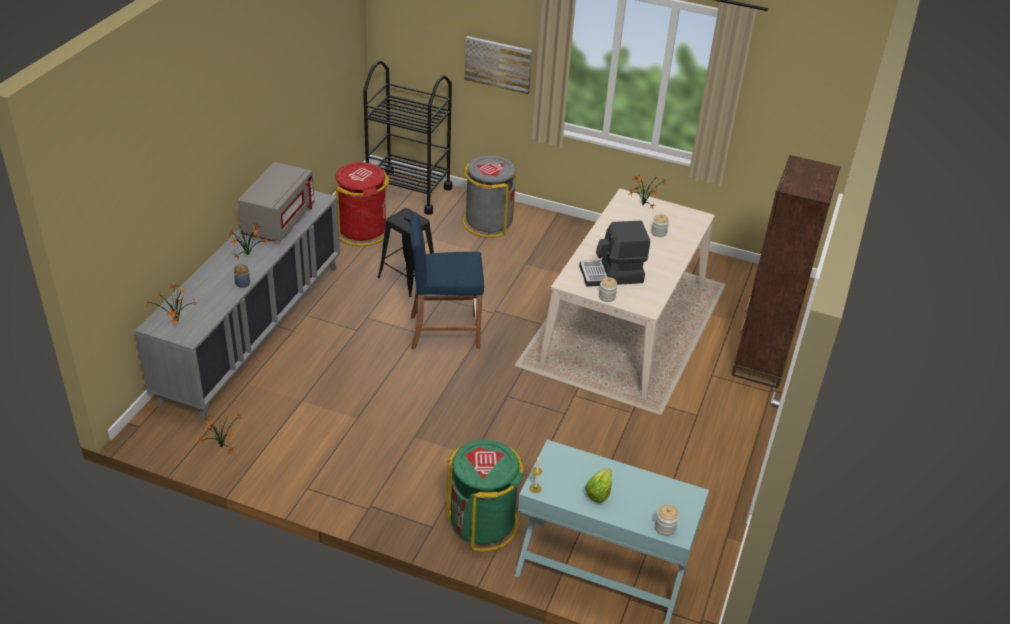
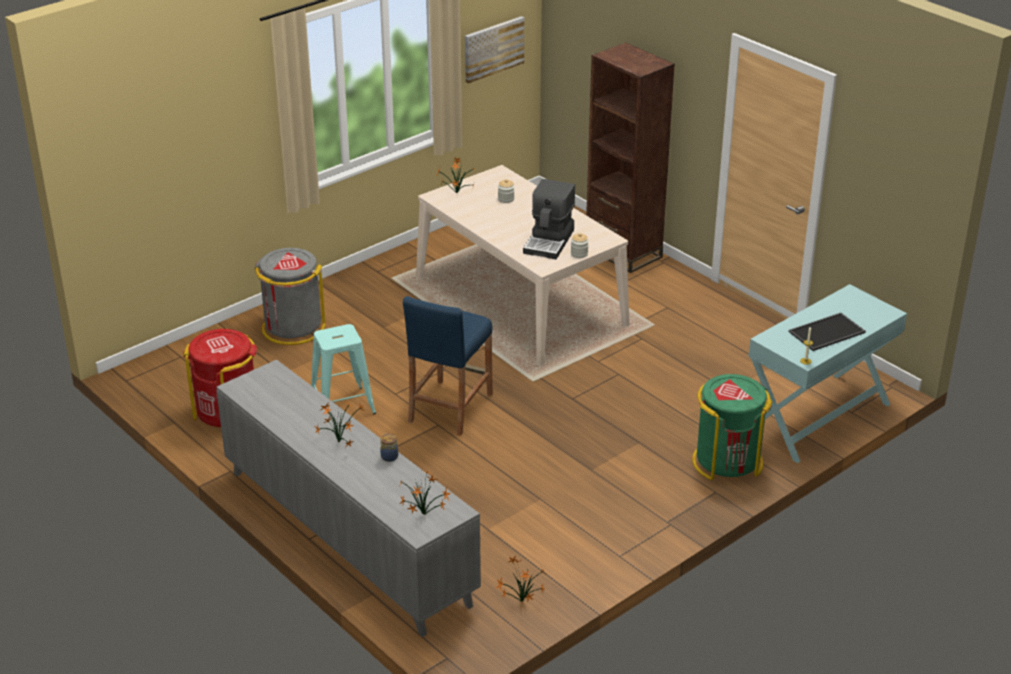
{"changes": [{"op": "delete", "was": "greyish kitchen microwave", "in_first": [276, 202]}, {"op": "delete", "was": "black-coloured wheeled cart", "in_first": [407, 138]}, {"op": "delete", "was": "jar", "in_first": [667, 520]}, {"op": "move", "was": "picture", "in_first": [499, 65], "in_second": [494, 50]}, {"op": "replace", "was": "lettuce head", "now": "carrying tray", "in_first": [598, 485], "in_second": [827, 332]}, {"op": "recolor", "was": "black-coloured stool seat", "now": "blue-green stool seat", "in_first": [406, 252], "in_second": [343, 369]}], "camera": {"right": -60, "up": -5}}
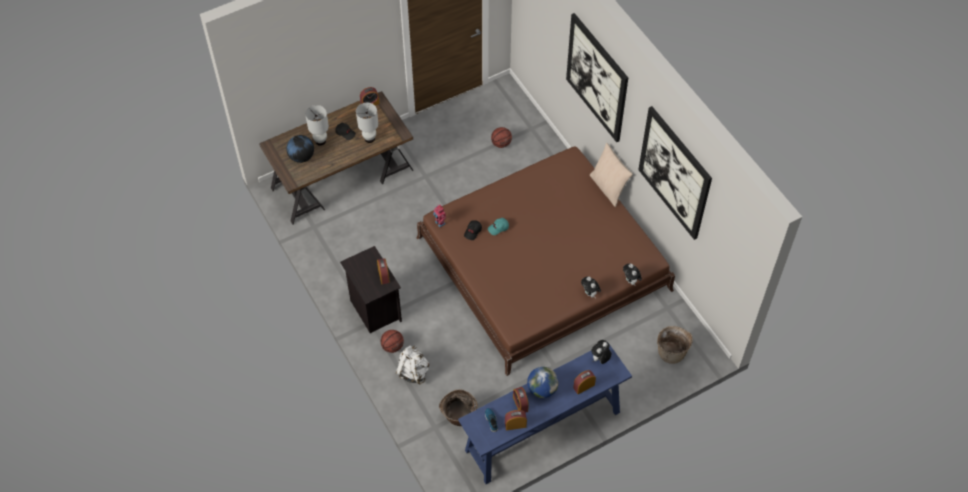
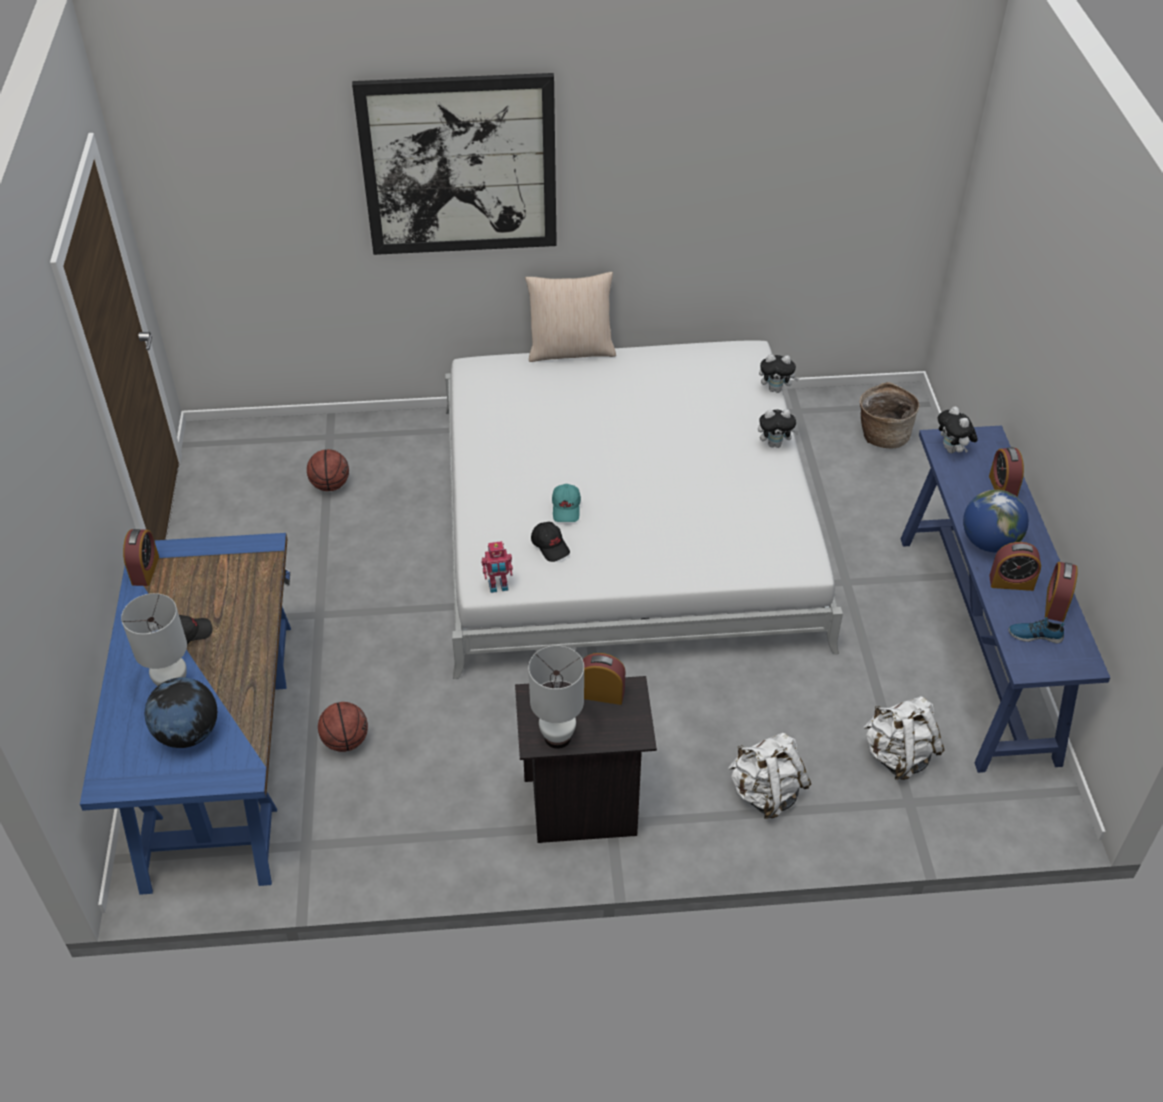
{"changes": [{"op": "delete", "was": "picture", "in_first": [675, 173]}, {"op": "move", "was": "white lamp for a table", "in_first": [367, 123], "in_second": [556, 697]}, {"op": "move", "was": "ball for basketball", "in_first": [392, 341], "in_second": [343, 727]}, {"op": "replace", "was": "basket", "now": "white backpack", "in_first": [458, 408], "in_second": [904, 738]}, {"op": "recolor", "was": "brown-coloured desk", "now": "blue desk", "in_first": [336, 158], "in_second": [185, 714]}, {"op": "recolor", "was": "brown-coloured bedroom bed", "now": "white bedroom bed", "in_first": [546, 261], "in_second": [644, 510]}], "camera": {"right": -65, "up": -10}}
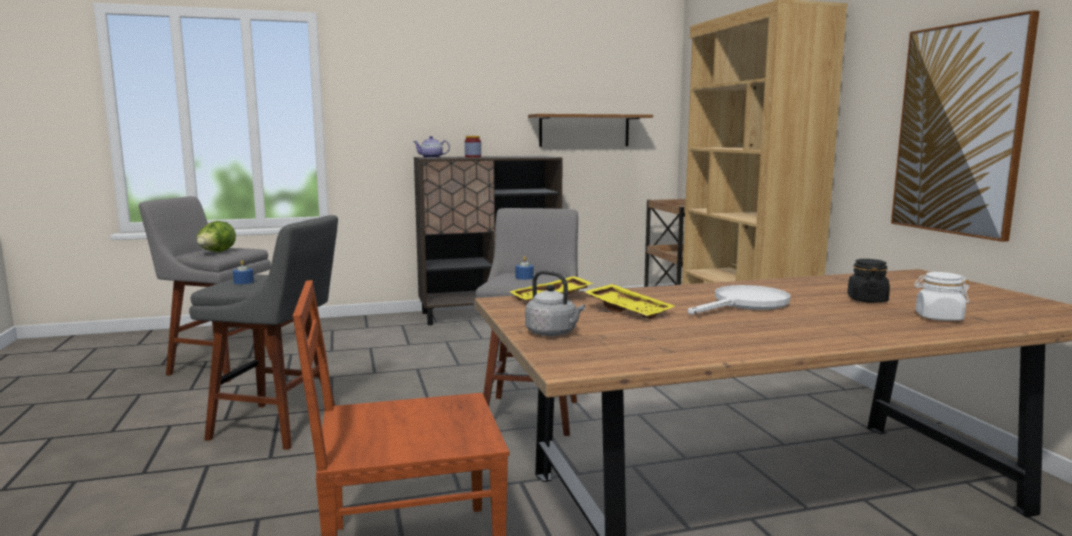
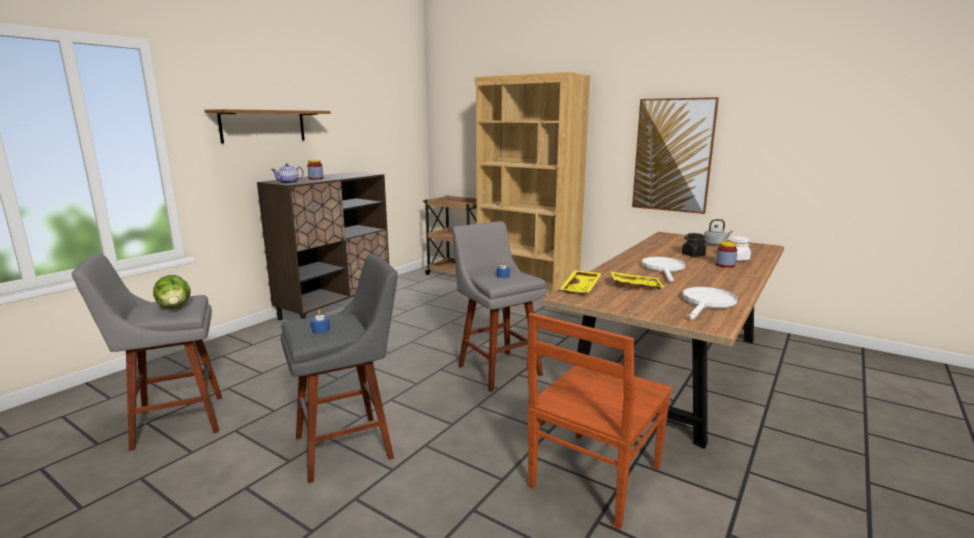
{"changes": [{"op": "insert", "now": "white pan", "in_second": [710, 303]}, {"op": "insert", "now": "jar", "in_second": [726, 255]}, {"op": "move", "was": "greyish water kettle", "in_first": [555, 303], "in_second": [718, 232]}, {"op": "move", "was": "shelf", "in_first": [590, 130], "in_second": [267, 126]}], "camera": {"right": -40, "up": 5}}
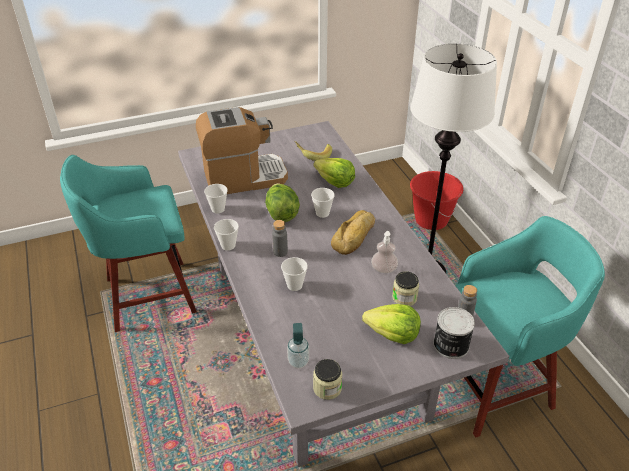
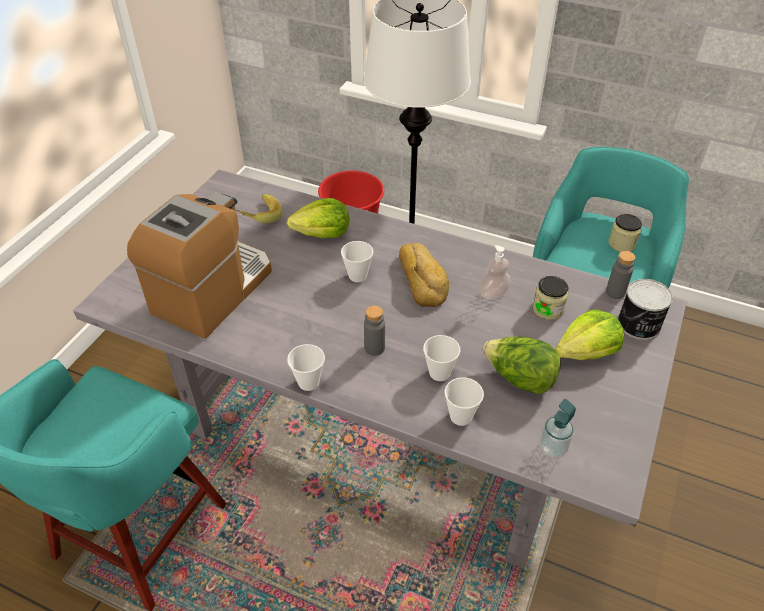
{"changes": [{"op": "move", "was": "small cup", "in_first": [216, 199], "in_second": [464, 401]}, {"op": "move", "was": "lettuce head", "in_first": [282, 202], "in_second": [522, 365]}, {"op": "move", "was": "jar", "in_first": [327, 379], "in_second": [625, 233]}], "camera": {"right": -45, "up": 5}}
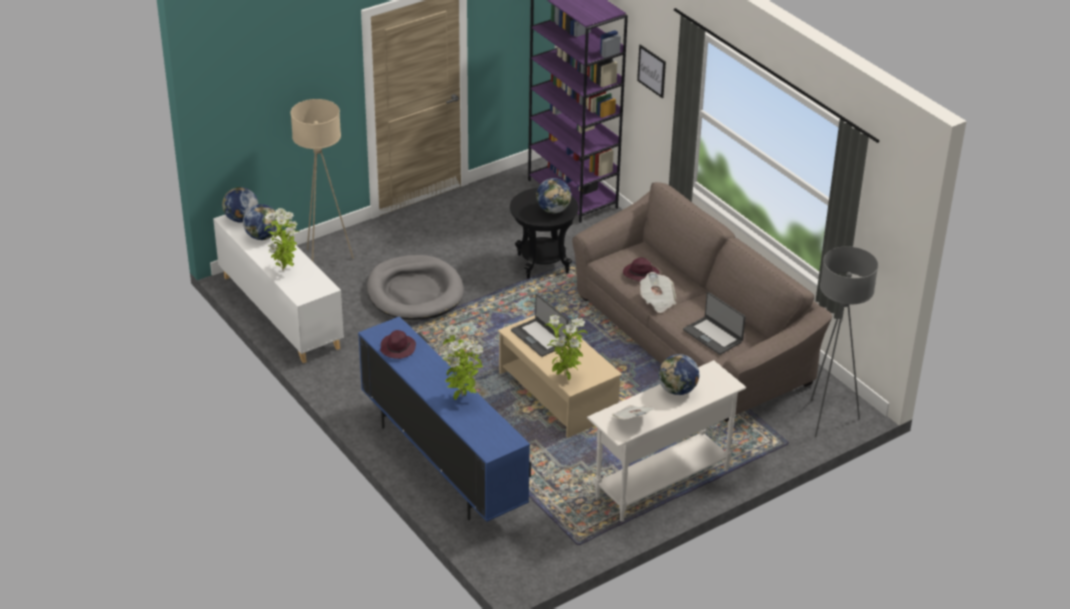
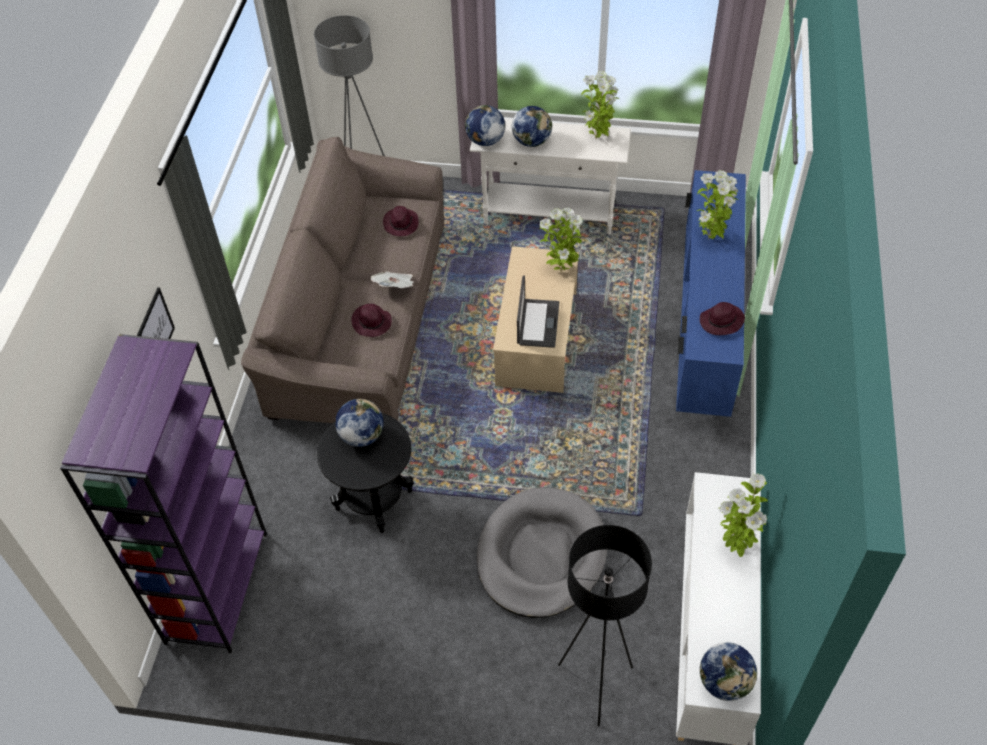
{"changes": [{"op": "move", "was": "globe", "in_first": [260, 222], "in_second": [485, 125]}, {"op": "replace", "was": "newspaper", "now": "potted plant", "in_first": [633, 412], "in_second": [600, 105]}, {"op": "replace", "was": "portable computer", "now": "purplish hat", "in_first": [714, 323], "in_second": [401, 221]}, {"op": "recolor", "was": "sand-coloured standard lamp", "now": "black-coloured standard lamp", "in_first": [322, 180], "in_second": [605, 625]}], "camera": {"right": -135, "up": 15}}
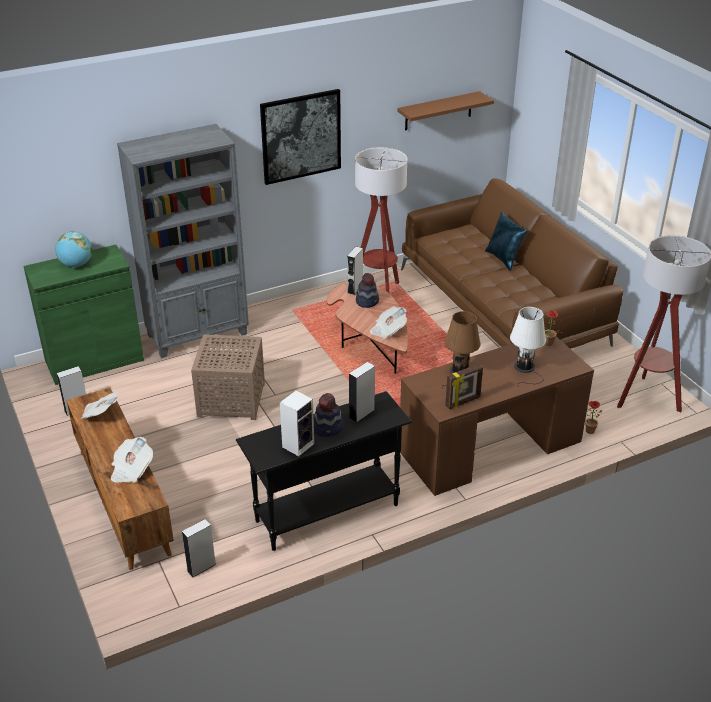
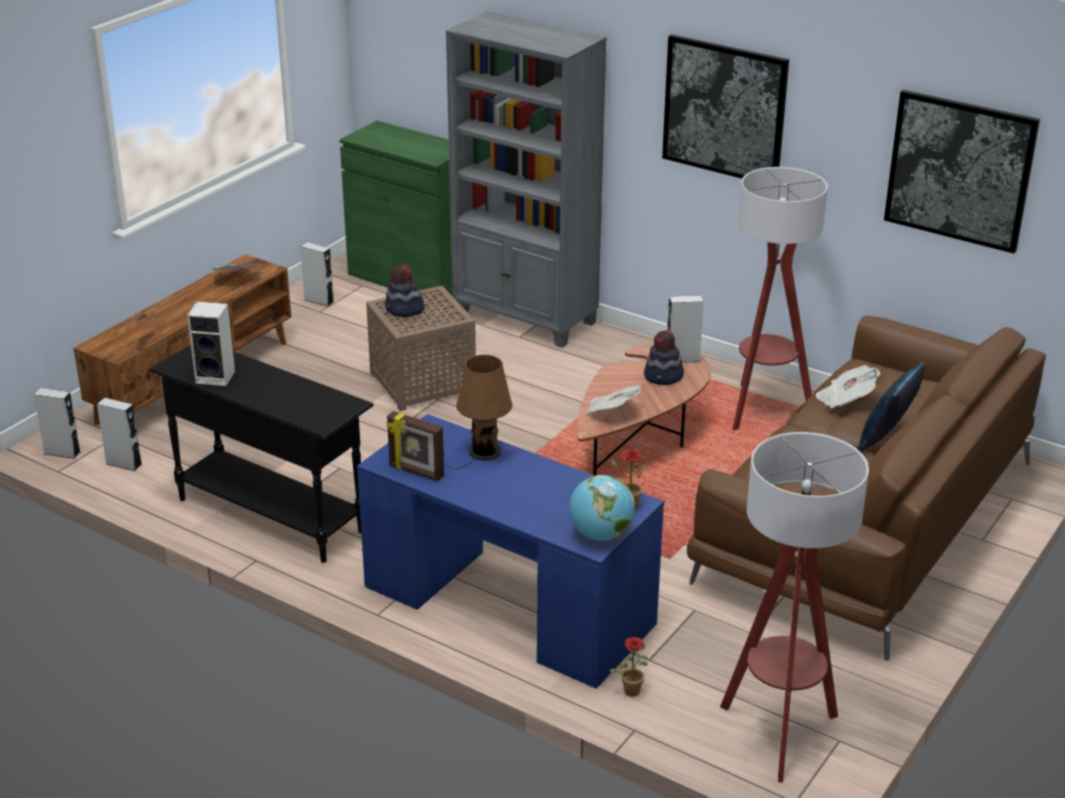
{"changes": [{"op": "delete", "was": "white lamp for a table", "in_first": [528, 346]}, {"op": "move", "was": "globe", "in_first": [73, 249], "in_second": [602, 508]}, {"op": "move", "was": "newspaper", "in_first": [132, 460], "in_second": [848, 387]}, {"op": "move", "was": "hat", "in_first": [329, 415], "in_second": [405, 290]}, {"op": "move", "was": "greyish loudspeaker", "in_first": [362, 392], "in_second": [57, 423]}, {"op": "replace", "was": "brown-coloured shelf", "now": "picture", "in_first": [445, 111], "in_second": [962, 171]}, {"op": "recolor", "was": "brown-coloured desk", "now": "blue desk", "in_first": [497, 416], "in_second": [510, 551]}], "camera": {"right": 60, "up": -5}}
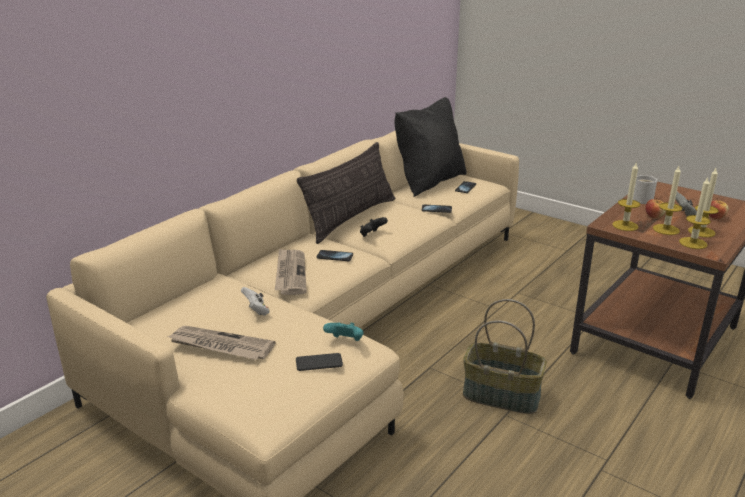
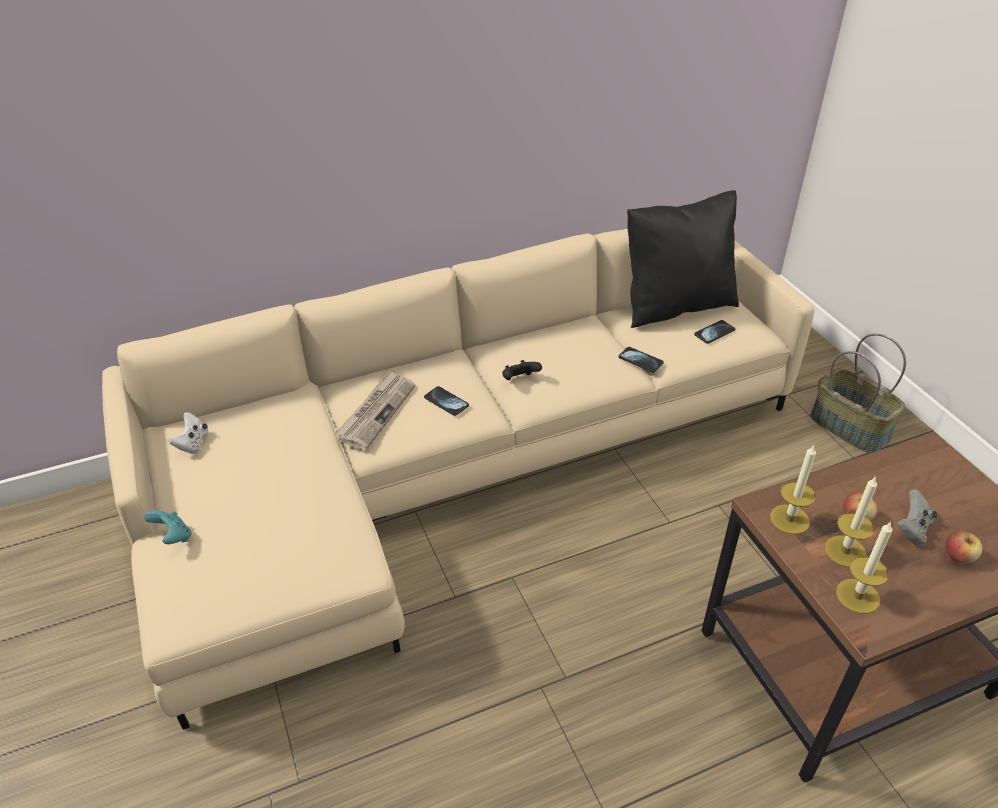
{"changes": [{"op": "delete", "was": "newspaper", "in_first": [220, 343]}, {"op": "delete", "was": "handset", "in_first": [319, 362]}, {"op": "delete", "was": "cushion", "in_first": [346, 193]}, {"op": "delete", "was": "white mug", "in_first": [645, 189]}, {"op": "delete", "was": "candle", "in_first": [703, 202]}, {"op": "move", "was": "white game controller", "in_first": [255, 301], "in_second": [188, 433]}, {"op": "move", "was": "blue-green game controller", "in_first": [343, 332], "in_second": [168, 527]}, {"op": "move", "was": "basket", "in_first": [505, 356], "in_second": [858, 393]}], "camera": {"right": 30, "up": 15}}
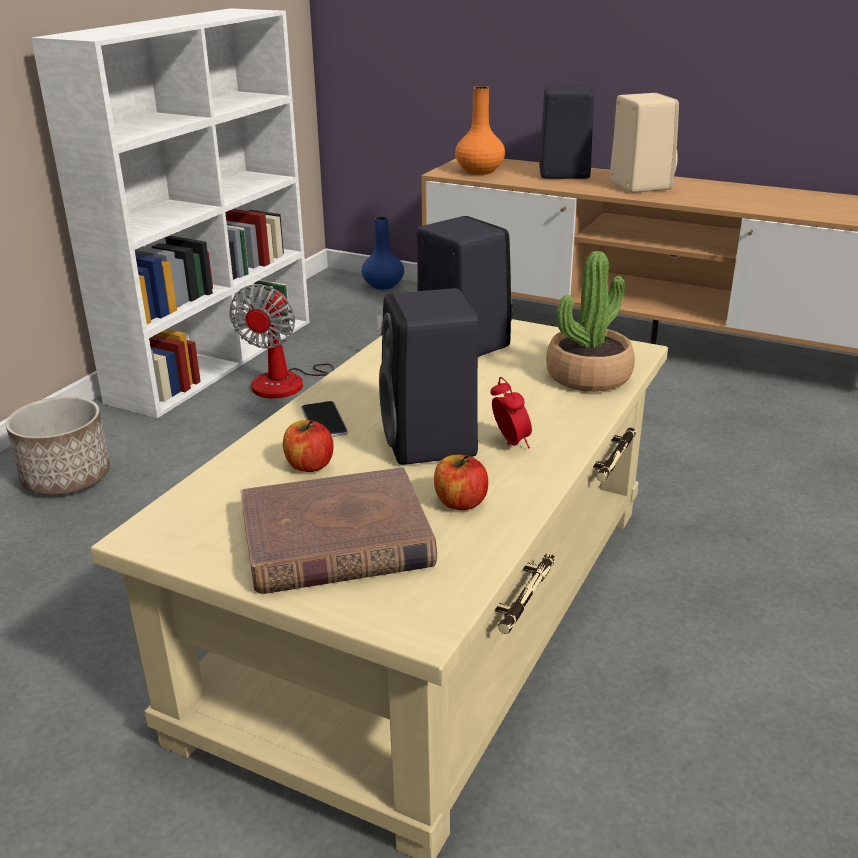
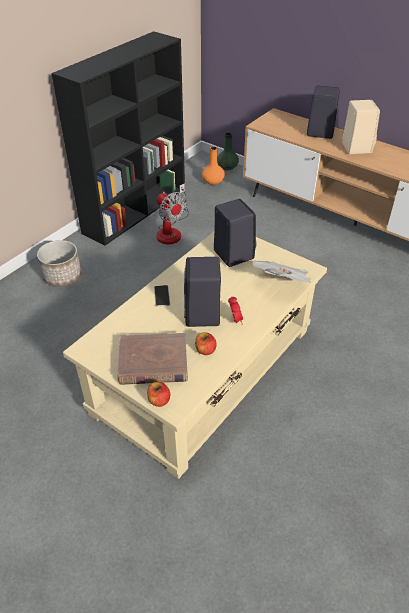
{"changes": [{"op": "move", "was": "apple fruit", "in_first": [308, 446], "in_second": [158, 394]}, {"op": "move", "was": "orange-coloured vase", "in_first": [480, 130], "in_second": [213, 165]}, {"op": "replace", "was": "potted plant", "now": "newspaper", "in_first": [590, 321], "in_second": [281, 272]}, {"op": "recolor", "was": "white bookshelf", "now": "black-coloured bookshelf", "in_first": [170, 213], "in_second": [118, 138]}, {"op": "recolor", "was": "blue vase", "now": "greenish vase", "in_first": [383, 253], "in_second": [228, 151]}, {"op": "rotate", "was": "electric fan", "in_first": [306, 341], "in_second": [172, 213], "clockwise": -60}], "camera": {"right": 10, "up": 15}}
